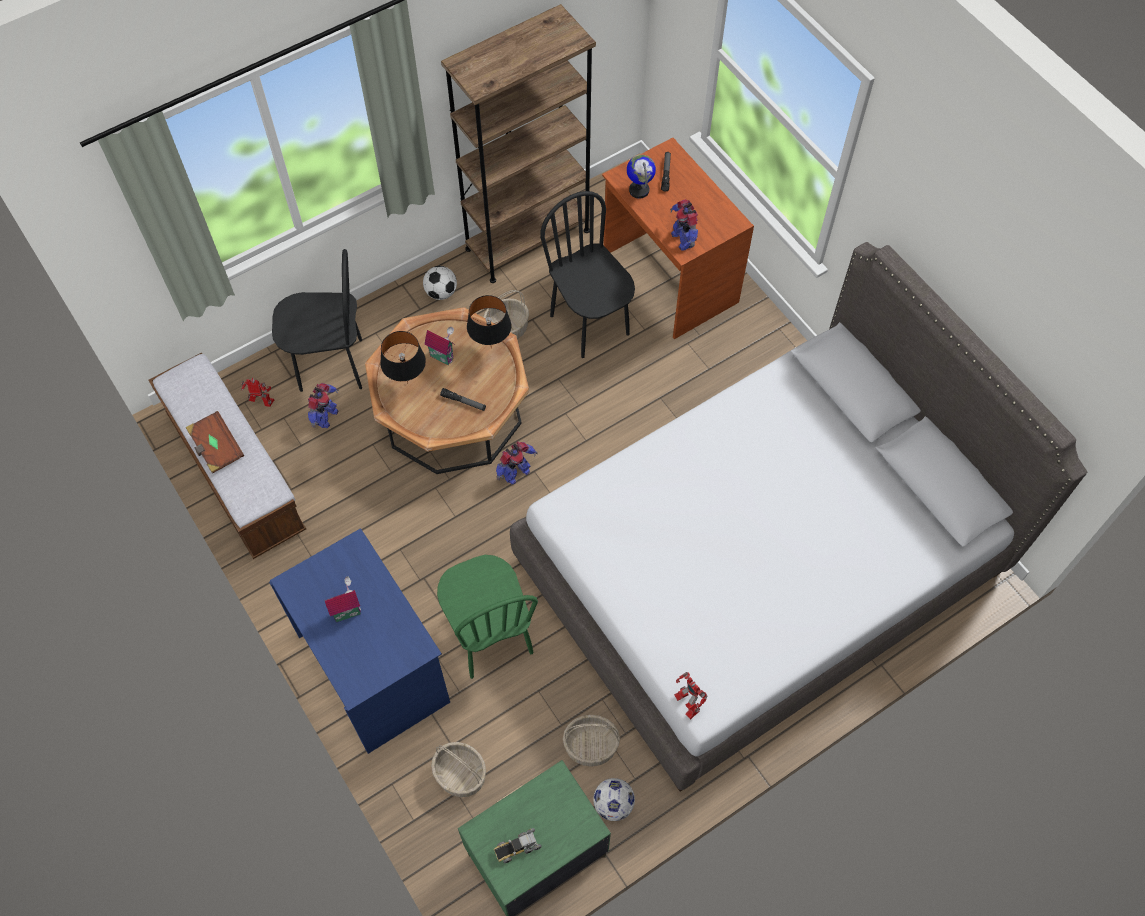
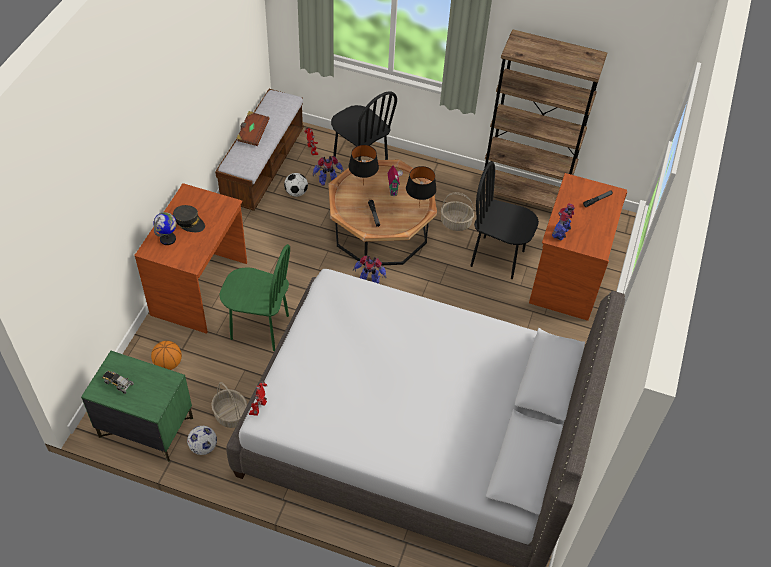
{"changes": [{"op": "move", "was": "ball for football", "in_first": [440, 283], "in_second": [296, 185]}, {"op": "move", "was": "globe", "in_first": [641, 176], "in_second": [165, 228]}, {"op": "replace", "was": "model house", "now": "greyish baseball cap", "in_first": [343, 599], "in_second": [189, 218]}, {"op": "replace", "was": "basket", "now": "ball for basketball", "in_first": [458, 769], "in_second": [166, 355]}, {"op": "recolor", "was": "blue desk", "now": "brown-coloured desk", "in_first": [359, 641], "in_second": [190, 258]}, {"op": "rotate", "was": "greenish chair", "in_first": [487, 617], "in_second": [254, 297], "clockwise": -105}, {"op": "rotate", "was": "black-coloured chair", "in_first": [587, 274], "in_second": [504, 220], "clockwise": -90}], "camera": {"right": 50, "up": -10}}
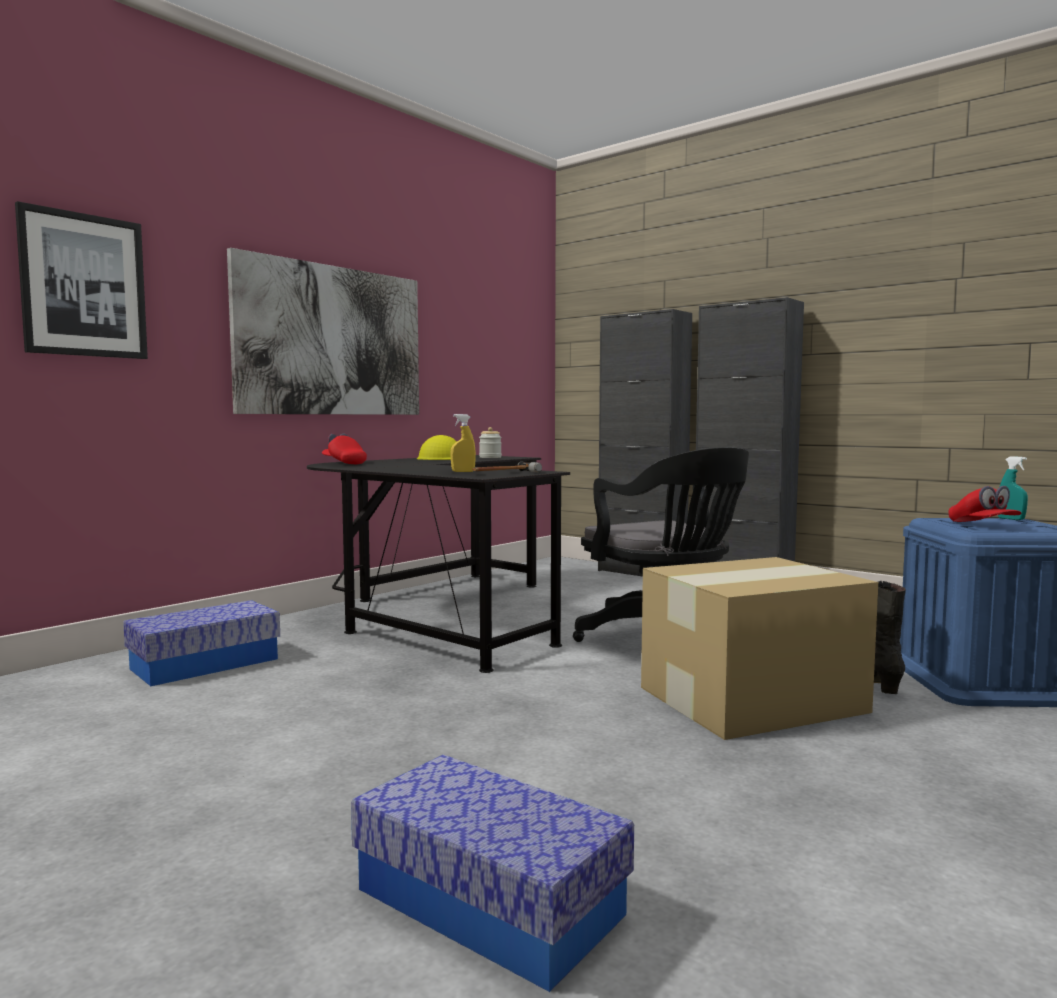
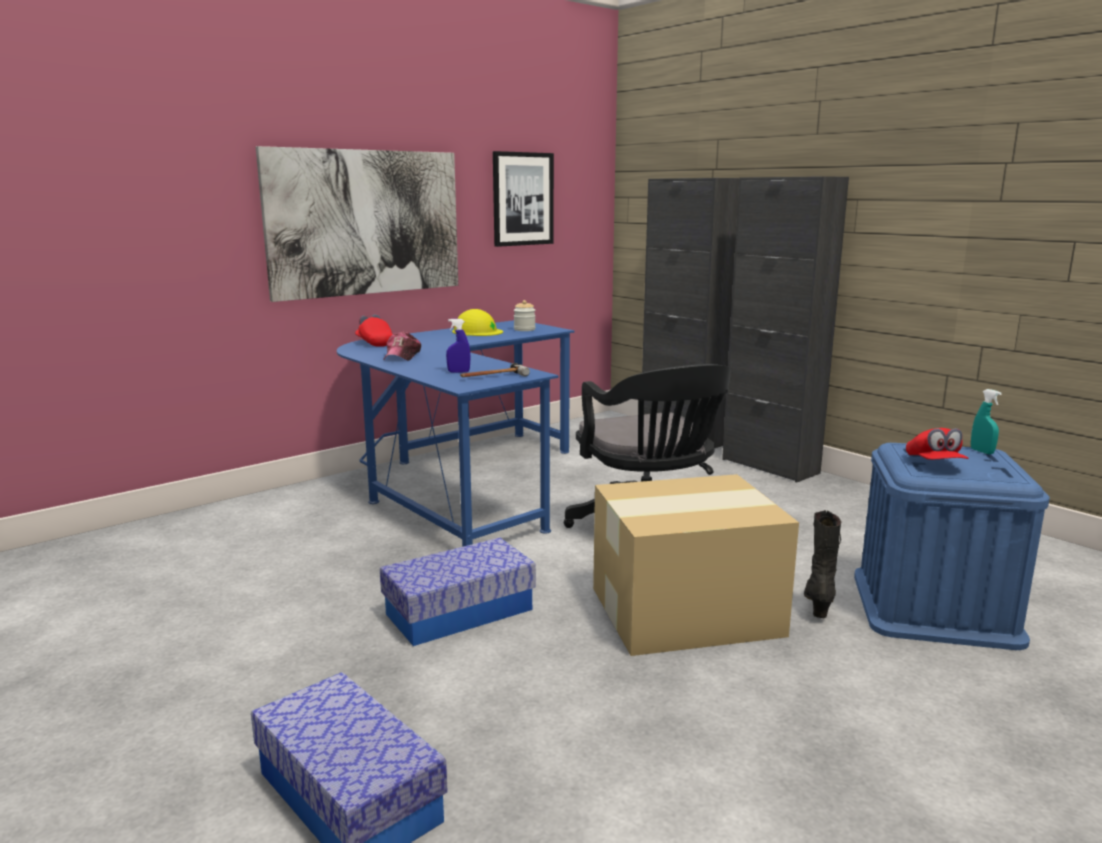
{"changes": [{"op": "insert", "now": "baseball cap", "in_second": [402, 346]}, {"op": "move", "was": "picture", "in_first": [81, 280], "in_second": [523, 199]}, {"op": "move", "was": "storage box", "in_first": [201, 643], "in_second": [458, 592]}, {"op": "recolor", "was": "black-coloured desk", "now": "blue desk", "in_first": [438, 564], "in_second": [456, 433]}, {"op": "recolor", "was": "yellowish spray bottle", "now": "blue spray bottle", "in_first": [463, 443], "in_second": [458, 346]}], "camera": {"right": 10, "up": 10}}
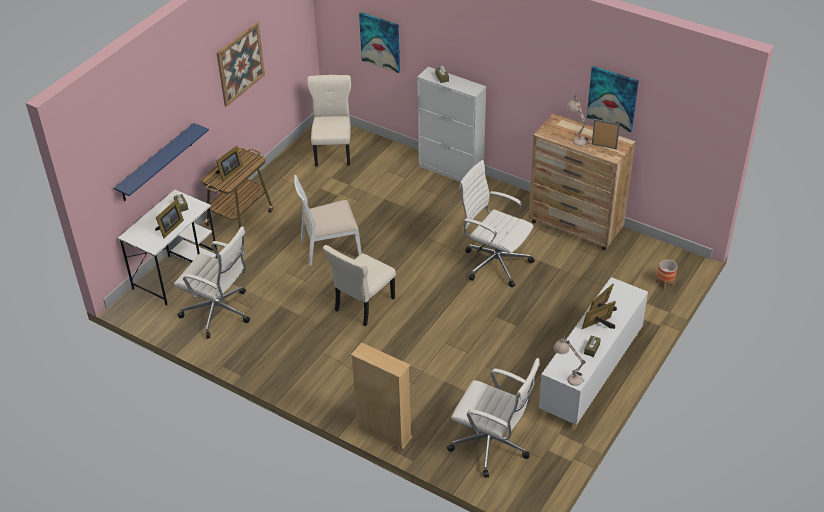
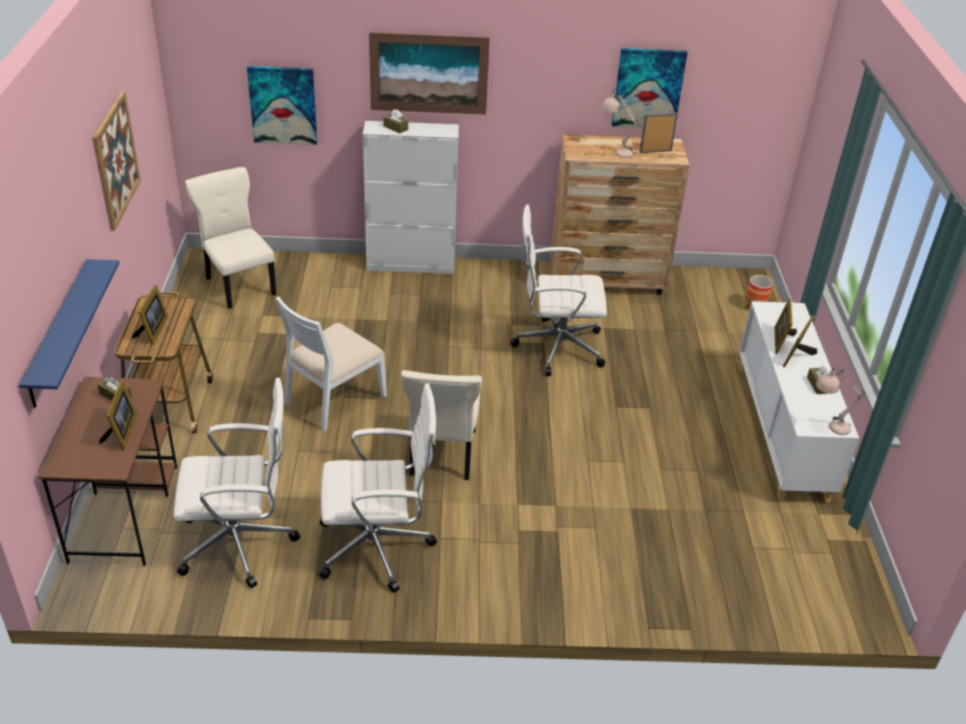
{"changes": [{"op": "delete", "was": "sand-coloured bookshelf", "in_first": [381, 396]}, {"op": "insert", "now": "picture", "in_second": [429, 73]}, {"op": "move", "was": "white office chair", "in_first": [493, 418], "in_second": [378, 488]}, {"op": "recolor", "was": "white desk", "now": "brown-coloured desk", "in_first": [167, 248], "in_second": [107, 471]}], "camera": {"right": -35, "up": -5}}
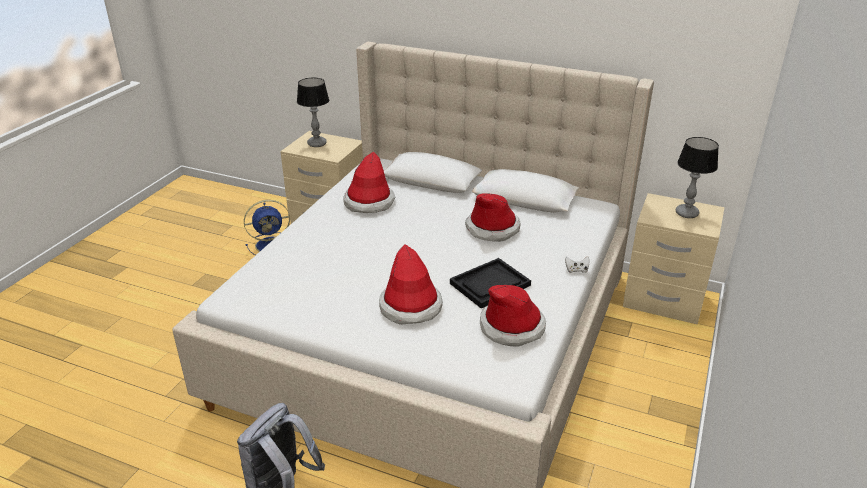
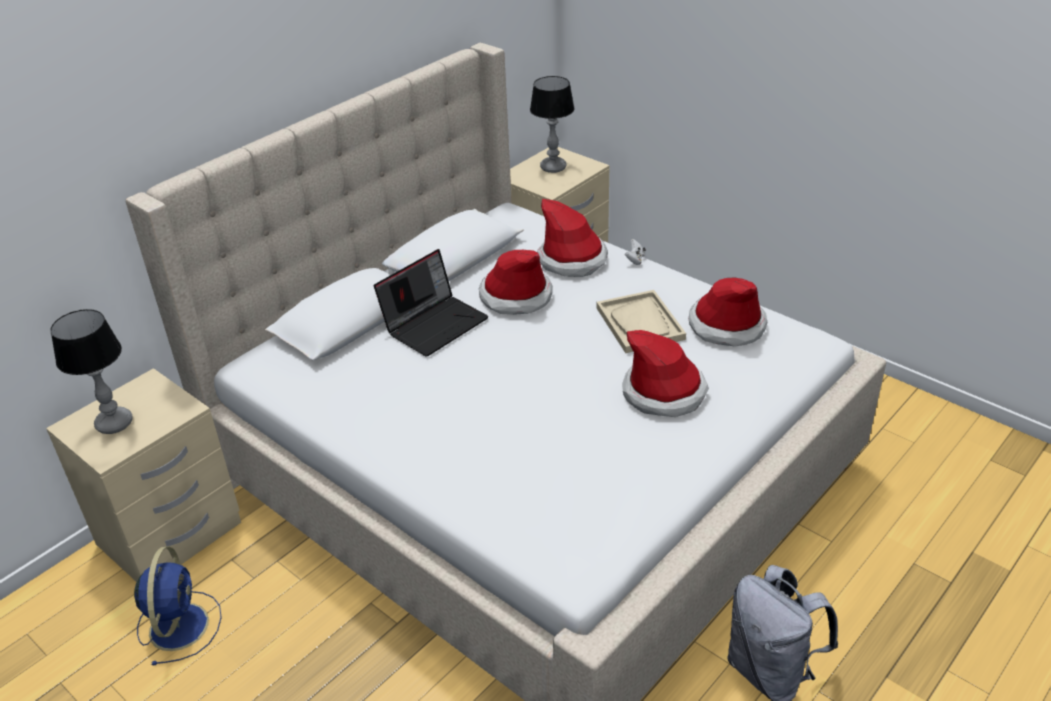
{"changes": [{"op": "insert", "now": "portable computer", "in_second": [431, 302]}, {"op": "move", "was": "hat", "in_first": [369, 182], "in_second": [572, 238]}, {"op": "recolor", "was": "black-coloured carrying tray", "now": "sand-coloured carrying tray", "in_first": [490, 283], "in_second": [641, 321]}], "camera": {"right": -70, "up": 5}}
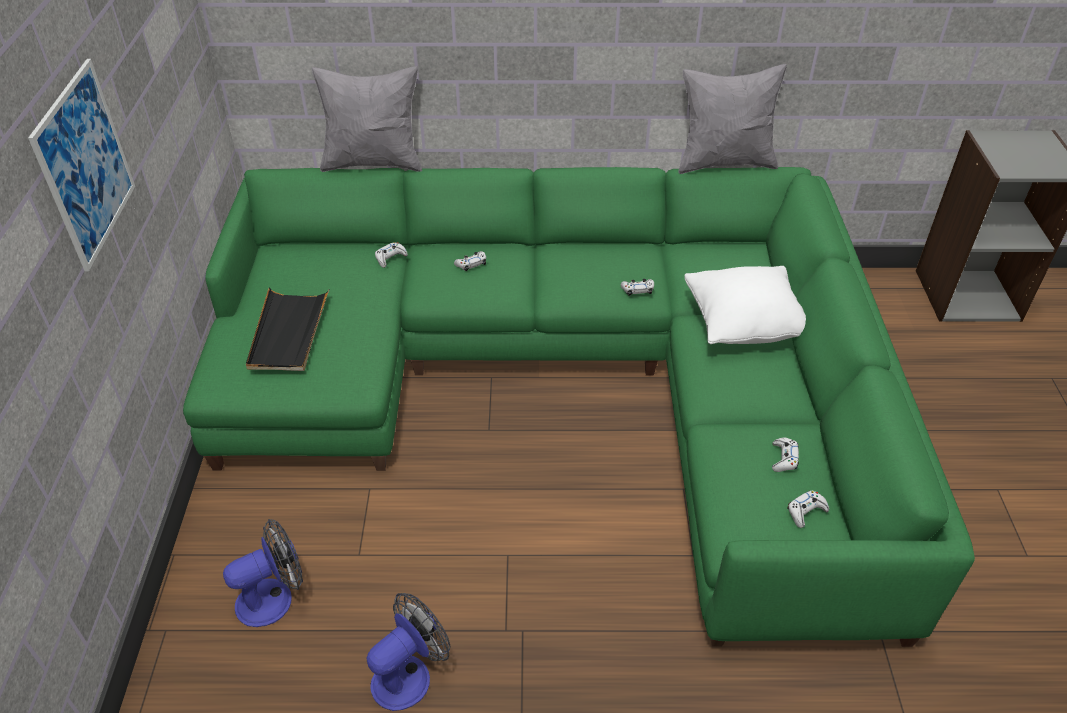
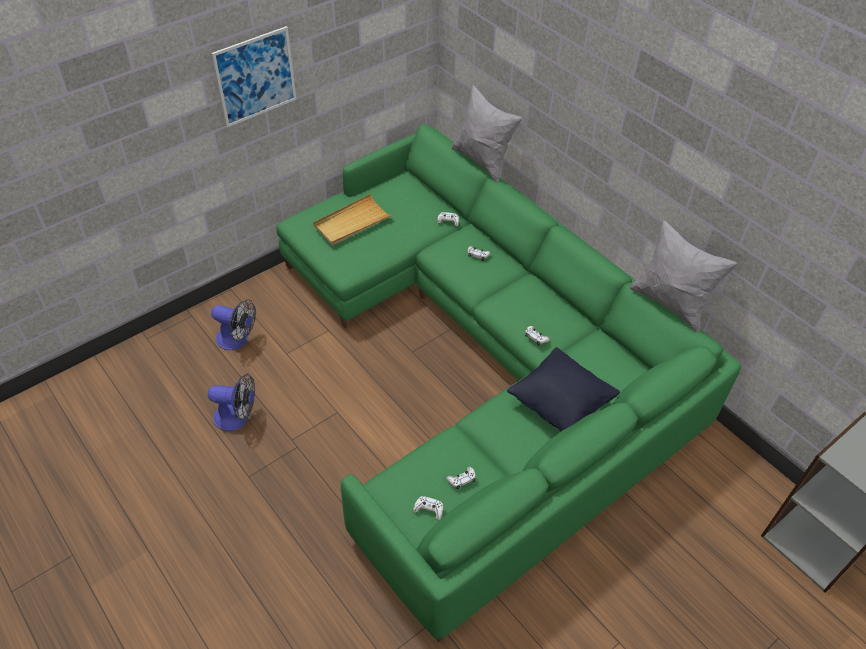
{"changes": [{"op": "recolor", "was": "black-coloured carrying tray", "now": "sand-coloured carrying tray", "in_first": [287, 329], "in_second": [353, 220]}, {"op": "recolor", "was": "white cushion", "now": "black-coloured cushion", "in_first": [745, 305], "in_second": [563, 389]}], "camera": {"right": 50, "up": 5}}
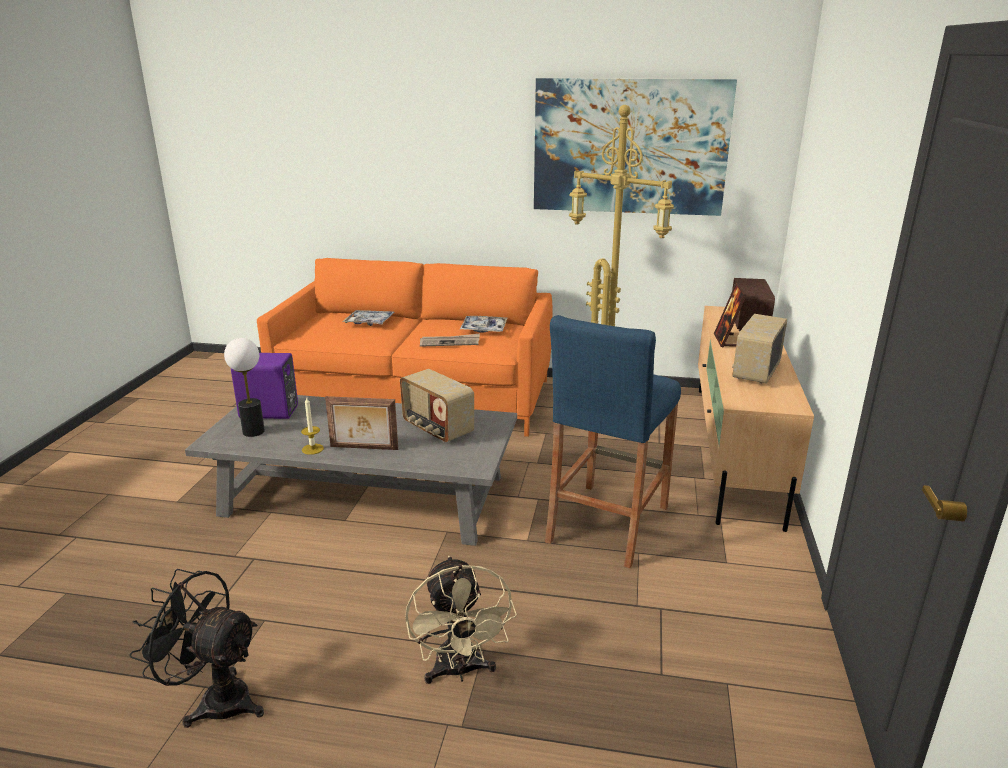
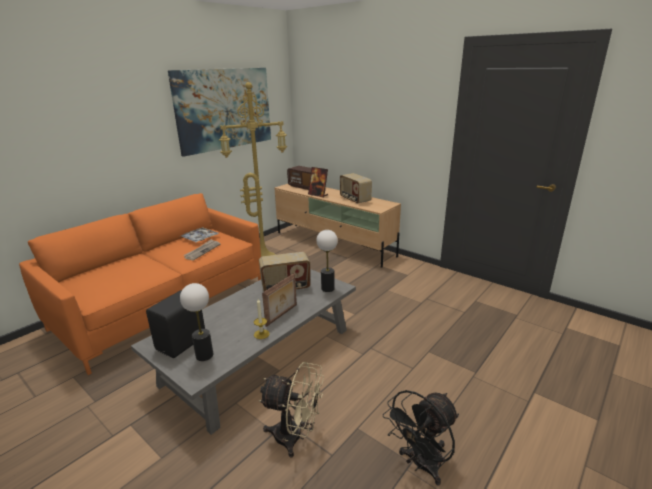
{"changes": [{"op": "delete", "was": "carrying tray", "in_first": [368, 318]}, {"op": "delete", "was": "blue stool seat", "in_first": [613, 441]}, {"op": "insert", "now": "lamp for a table", "in_second": [327, 261]}, {"op": "move", "was": "sand-coloured electric fan", "in_first": [461, 620], "in_second": [291, 410]}, {"op": "recolor", "was": "purplish loudspeaker", "now": "black-coloured loudspeaker", "in_first": [264, 386], "in_second": [175, 324]}], "camera": {"right": -60, "up": 0}}
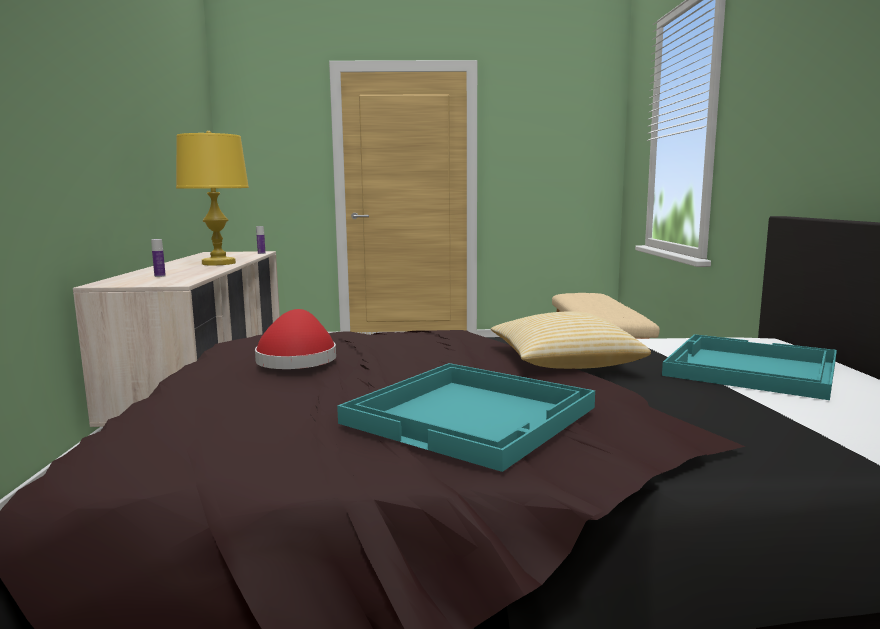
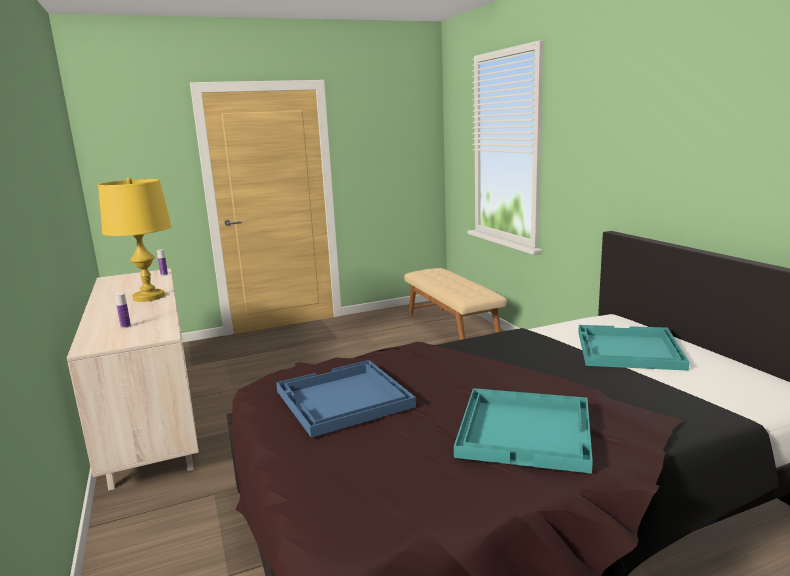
{"changes": [{"op": "delete", "was": "cushion", "in_first": [571, 340]}, {"op": "replace", "was": "reddish hat", "now": "blue carrying tray", "in_first": [295, 339], "in_second": [346, 399]}], "camera": {"right": -20, "up": 5}}
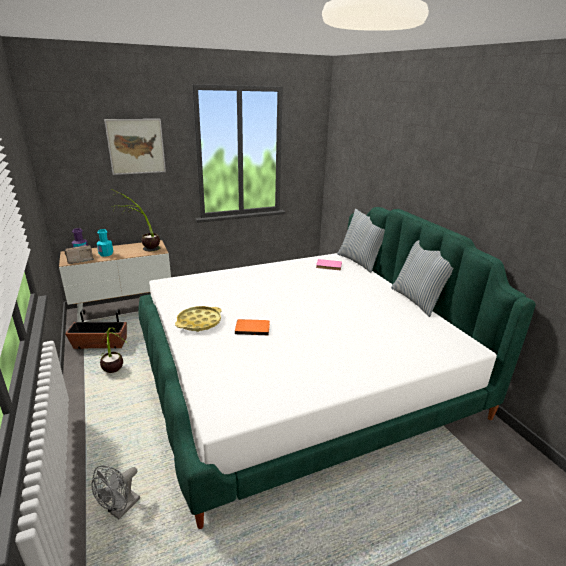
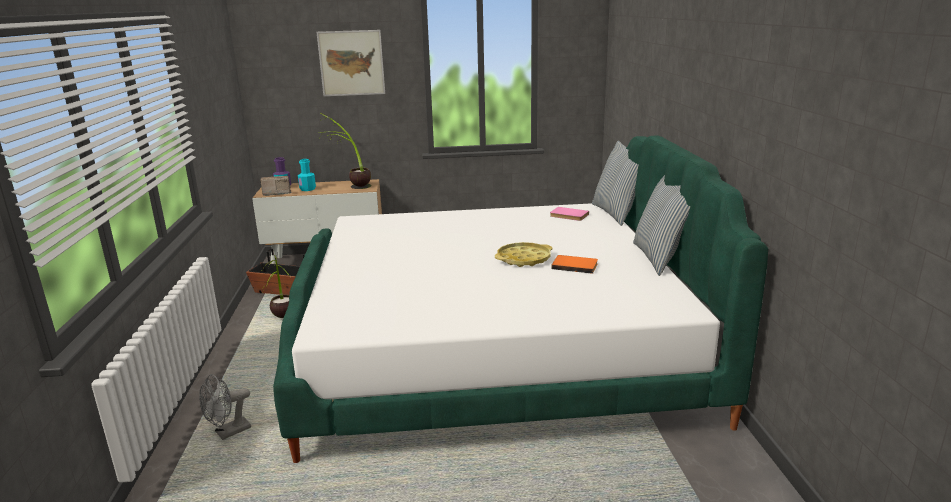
{"changes": [{"op": "move", "was": "yellowish carrying tray", "in_first": [198, 319], "in_second": [523, 254]}, {"op": "move", "was": "orange-coloured volume", "in_first": [252, 327], "in_second": [574, 264]}], "camera": {"right": 20, "up": -5}}
